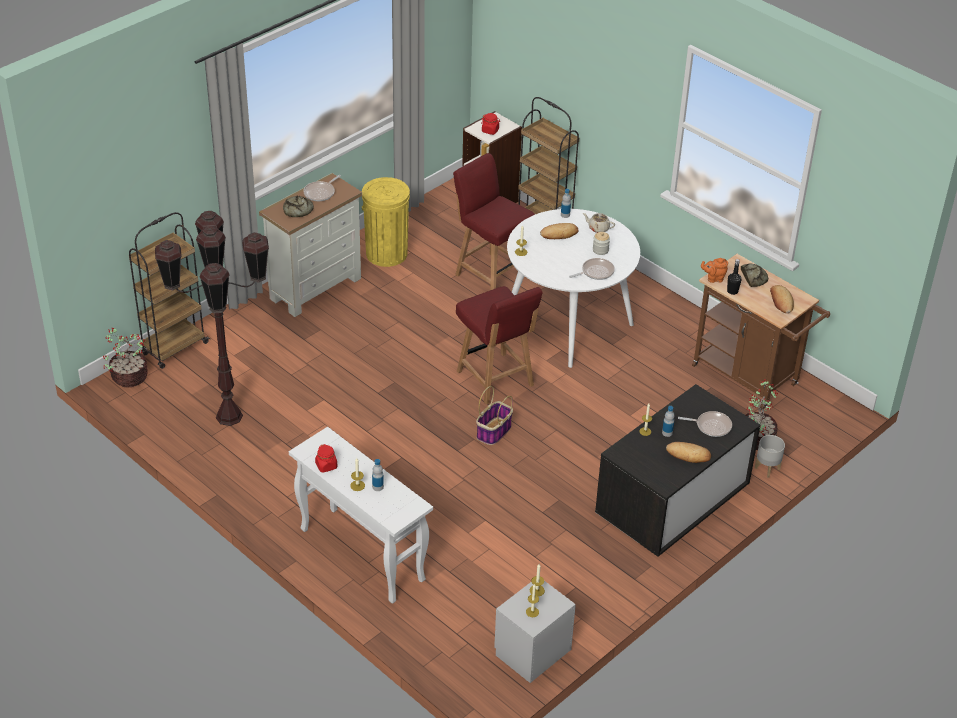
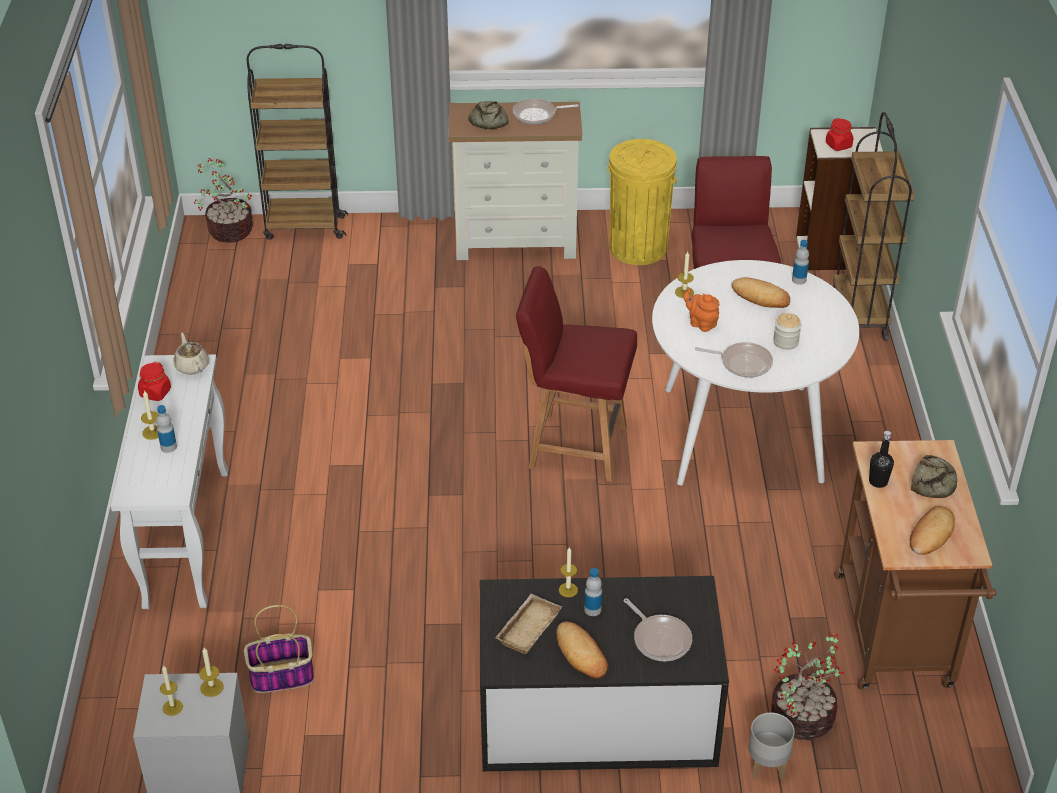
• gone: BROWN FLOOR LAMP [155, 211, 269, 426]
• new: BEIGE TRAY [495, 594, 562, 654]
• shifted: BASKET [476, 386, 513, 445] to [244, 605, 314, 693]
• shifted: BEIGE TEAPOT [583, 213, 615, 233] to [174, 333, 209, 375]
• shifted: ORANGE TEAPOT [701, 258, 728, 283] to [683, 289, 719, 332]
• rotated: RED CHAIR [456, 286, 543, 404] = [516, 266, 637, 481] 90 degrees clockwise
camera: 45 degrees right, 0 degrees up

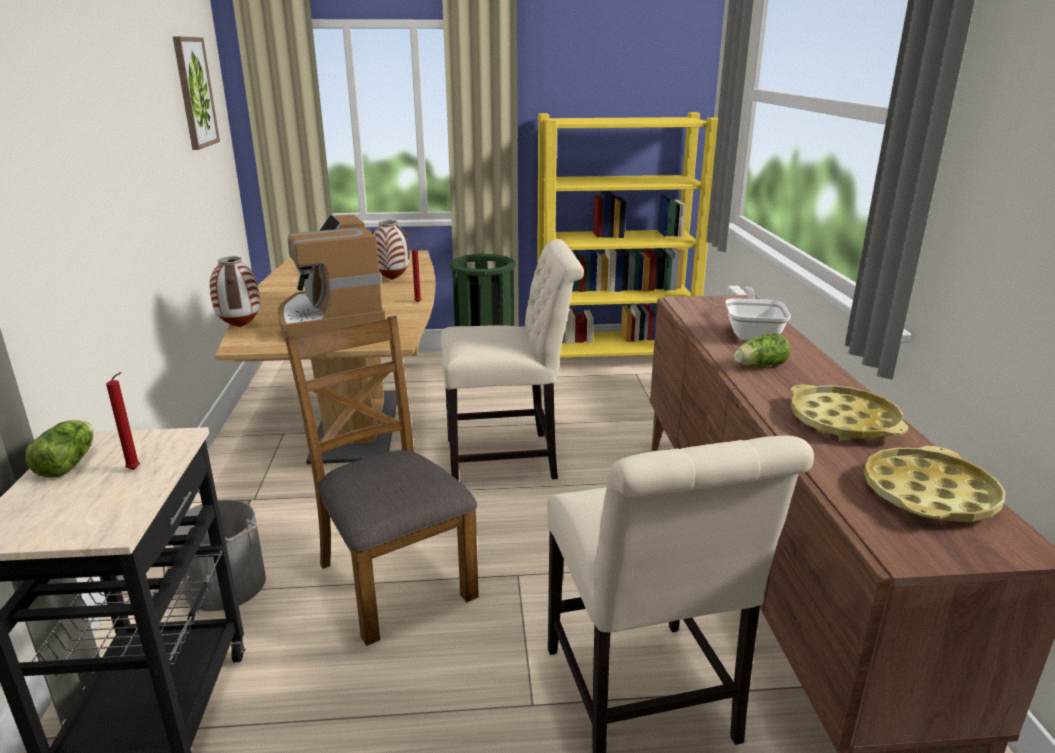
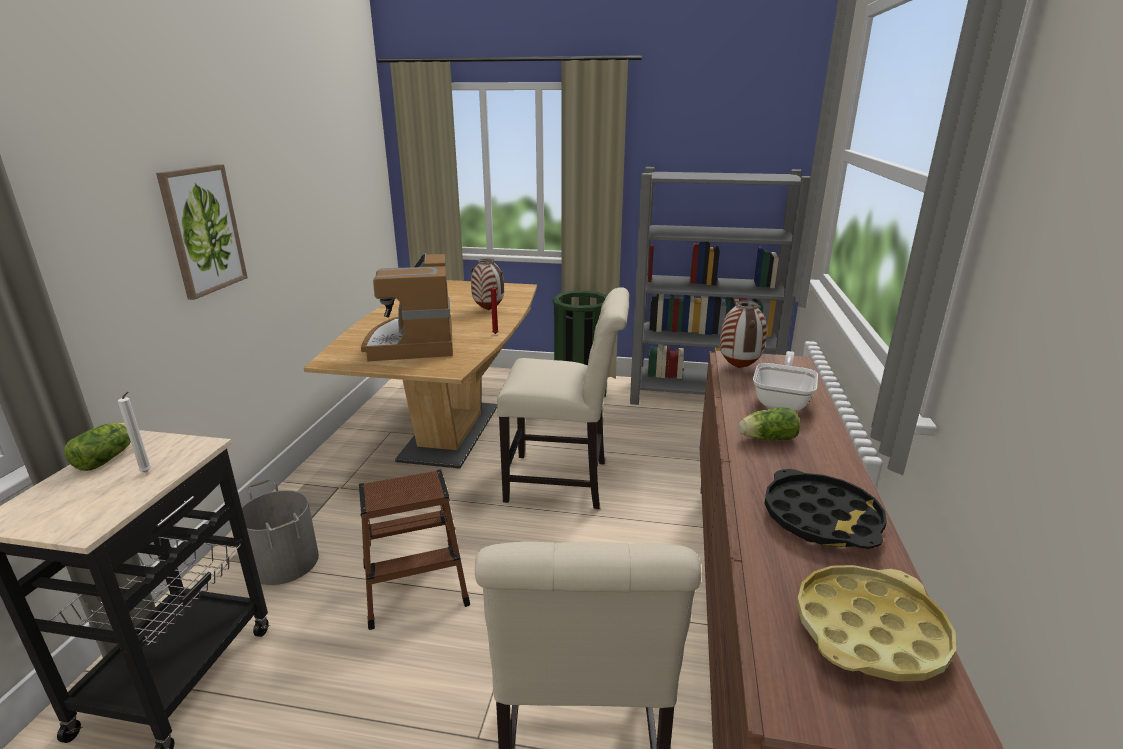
• shifted: PICTURE [173, 37, 220, 150] to [156, 164, 248, 300]
• shifted: VASE [210, 257, 260, 327] to [720, 300, 767, 368]
• swapped: BROWN CHAIR [285, 316, 479, 646] to BROWN STEP LADDER [359, 470, 470, 630]
• repainted: RED CANDLE [106, 372, 140, 470] to WHITE CANDLE [118, 392, 152, 473]
• repainted: YELLOW BOOKCASE [537, 112, 718, 358] to GREY BOOKCASE [630, 167, 811, 405]
• repainted: YELLOW TRAY [790, 384, 908, 440] to BLACK TRAY [765, 469, 887, 549]
camera: 15 degrees right, 0 degrees up

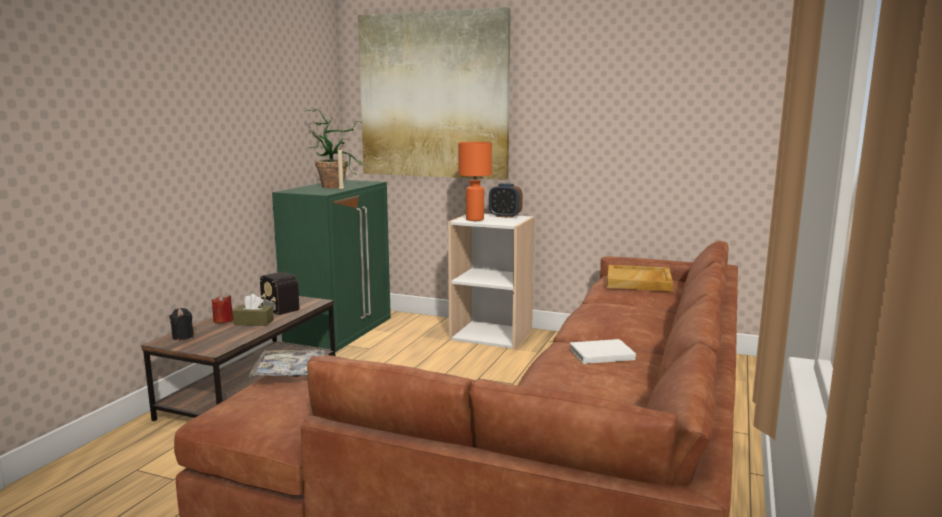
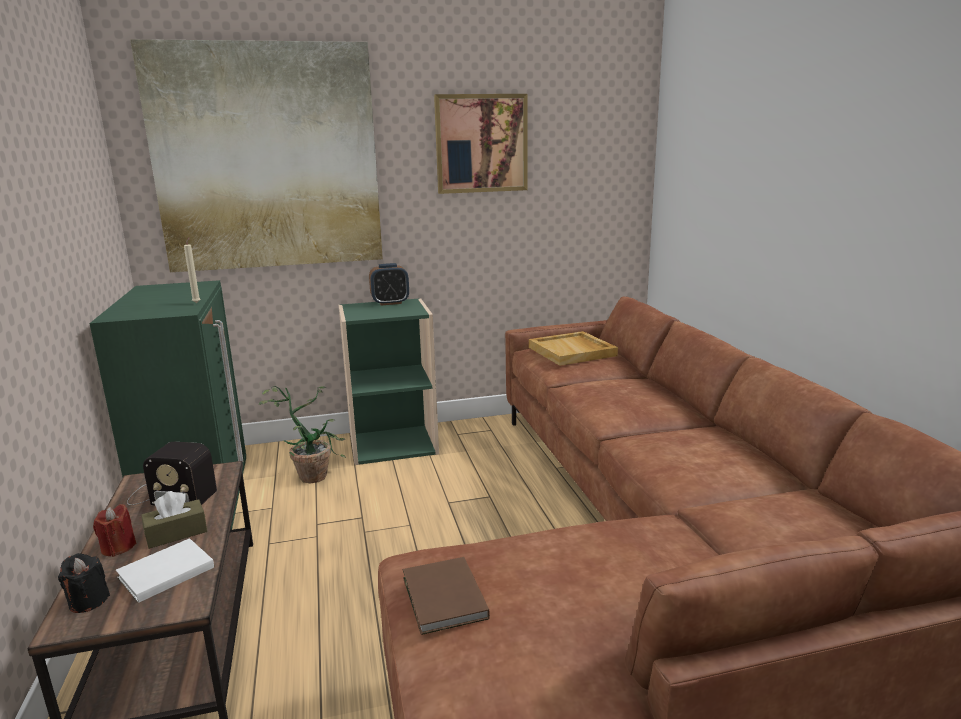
• gone: ORANGE TABLE LAMP [458, 142, 492, 221]
• new: PICTURE [434, 94, 528, 194]
• shifted: POTTED PLANT [305, 109, 367, 188] to [259, 386, 346, 483]
• shifted: WHITE BOOK [569, 339, 636, 364] to [116, 538, 214, 603]
• swapped: TRAY [249, 350, 325, 377] to BROWN BOOK [403, 557, 490, 635]
• repainted: WHITE BOOKCASE [448, 213, 535, 349] to GREEN BOOKCASE [339, 298, 439, 465]
camera: 35 degrees left, 5 degrees up

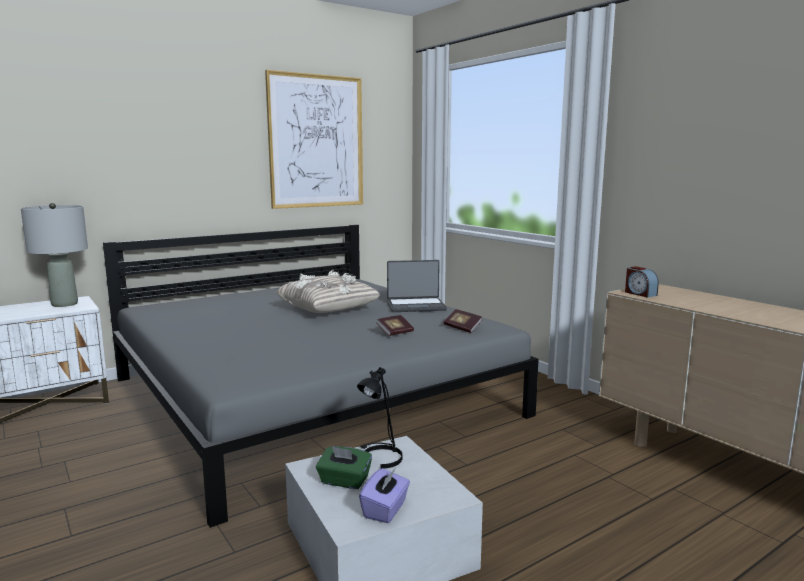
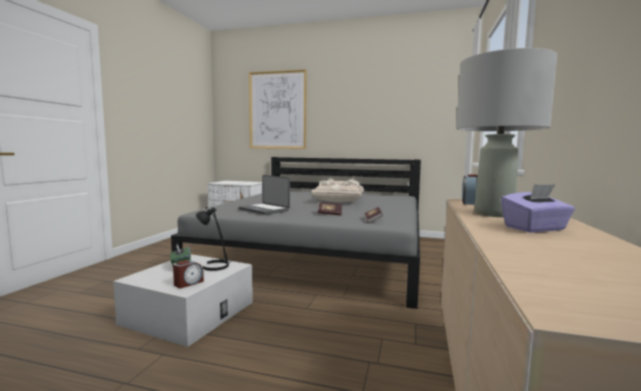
• new: ALARM CLOCK [173, 260, 204, 288]
• shifted: GREY TABLE LAMP [21, 203, 88, 307] to [456, 48, 557, 217]
• shifted: PICTURE [265, 70, 363, 209] to [249, 69, 307, 149]
• shifted: PURPLE TISSUE BOX [359, 468, 410, 523] to [501, 184, 575, 233]
• shifted: LAPTOP [387, 260, 447, 312] to [239, 175, 290, 215]
camera: 50 degrees right, 5 degrees down

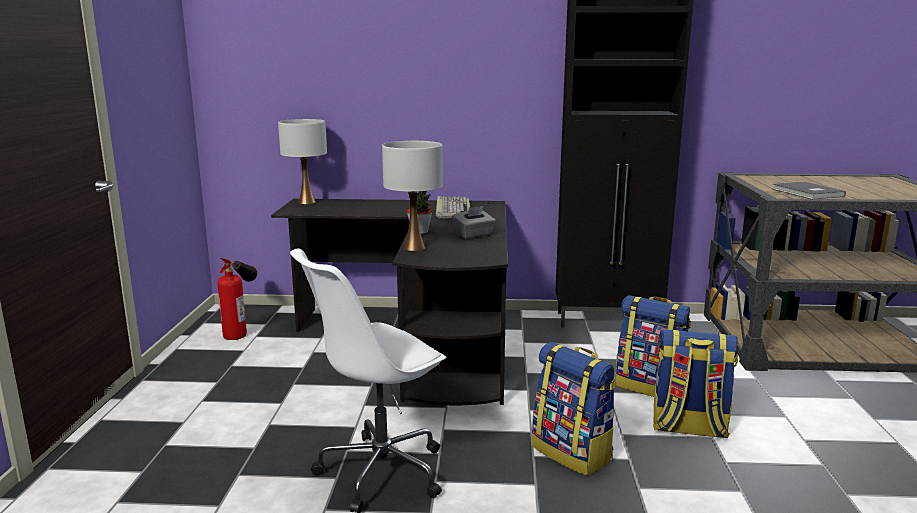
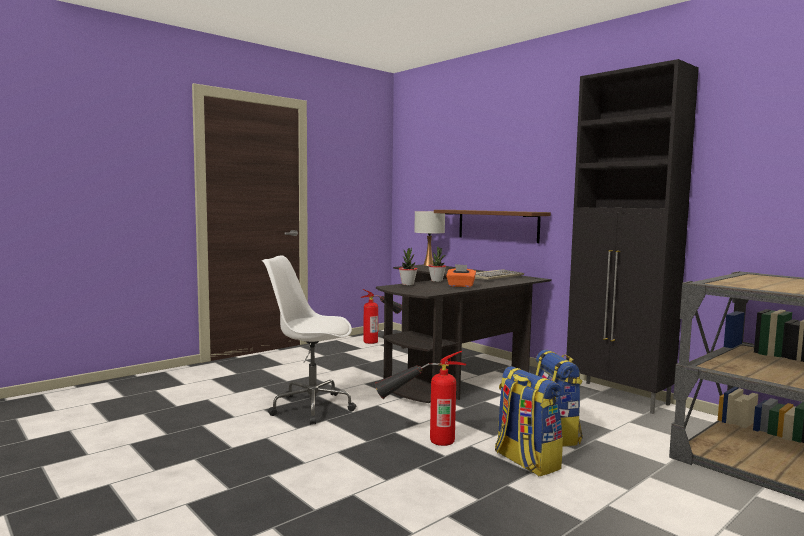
• gone: GREY BOOK [773, 182, 846, 200]
• new: BROWN SHELF [434, 210, 551, 243]
• swapped: WHITE TABLE LAMP [382, 141, 443, 251] to POTTED PLANT [399, 248, 417, 285]
• swapped: BACKPACK [532, 342, 617, 476] to FIRE EXTINGUISHER [375, 351, 466, 446]
• repainted: GREY TISSUE BOX [452, 206, 496, 239] to ORANGE TISSUE BOX [446, 264, 476, 287]
camera: 45 degrees right, 10 degrees down

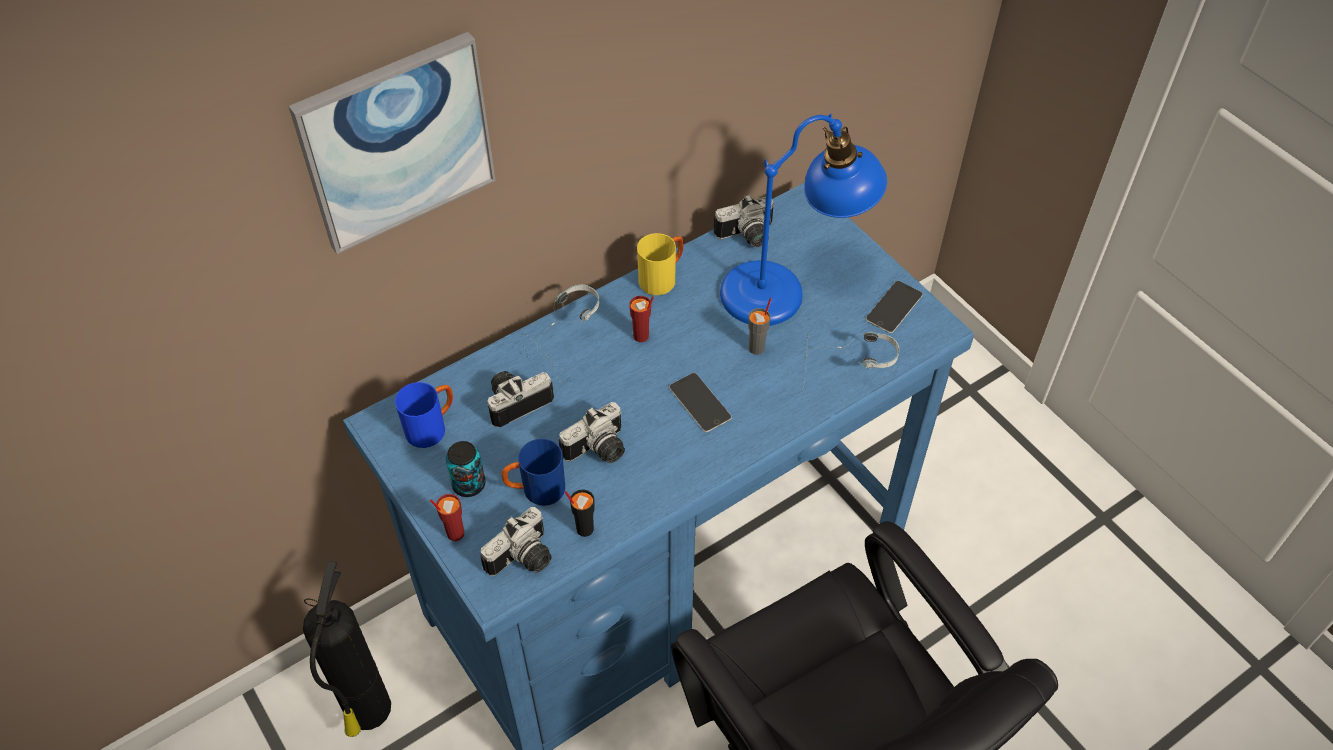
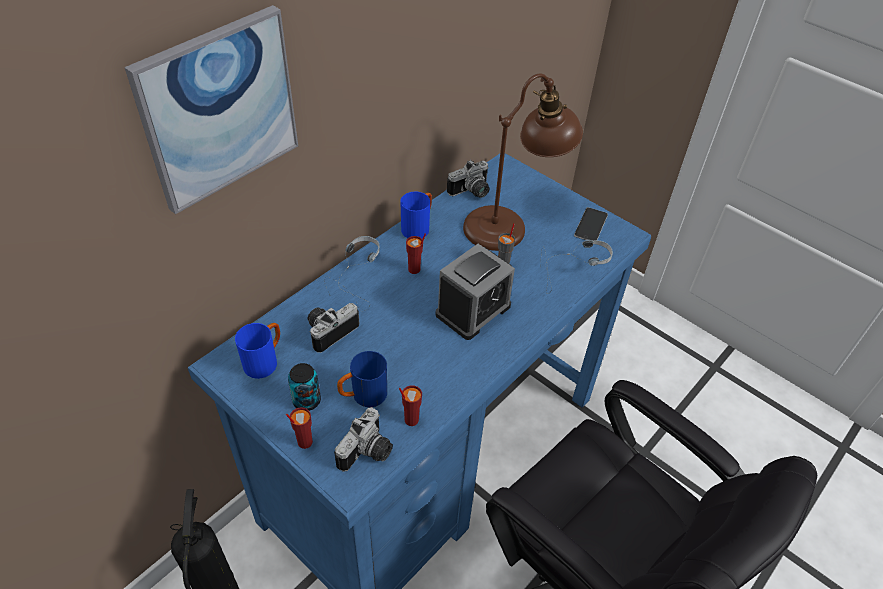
• gone: PHOTO CAMERA [559, 402, 625, 463]
• swapped: PHONE [669, 373, 732, 432] to ALARM CLOCK [435, 244, 515, 340]
• repainted: BLACK CUP [565, 489, 595, 537] to RED CUP [399, 385, 422, 426]
• repainted: YELLOW MUG [637, 233, 683, 295] to BLUE MUG [400, 192, 432, 238]
• repainted: BLUE TABLE LAMP [720, 114, 887, 326] to BROWN TABLE LAMP [463, 73, 583, 251]
camera: 15 degrees left, 5 degrees down

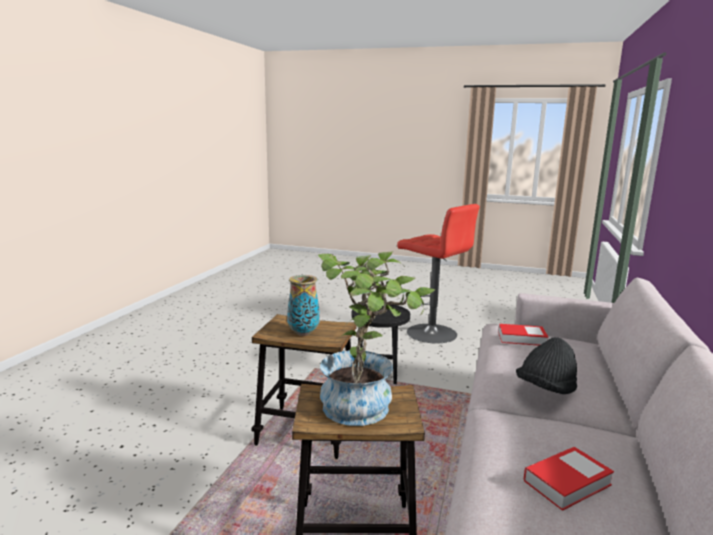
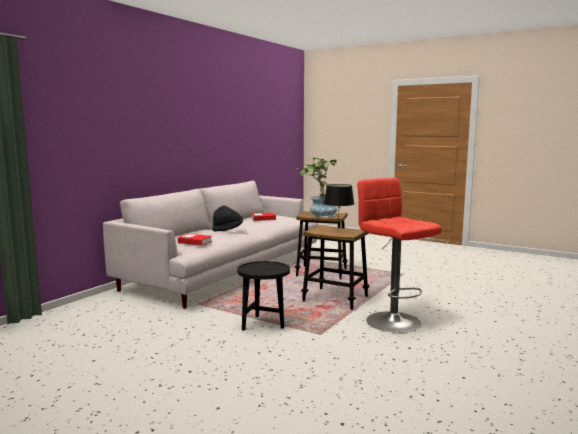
• shifted: RED STOOL [397, 204, 480, 343] to [357, 178, 442, 333]
• swapped: VASE [287, 275, 320, 336] to BLACK TABLE LAMP [324, 184, 354, 231]
camera: 165 degrees left, 5 degrees down

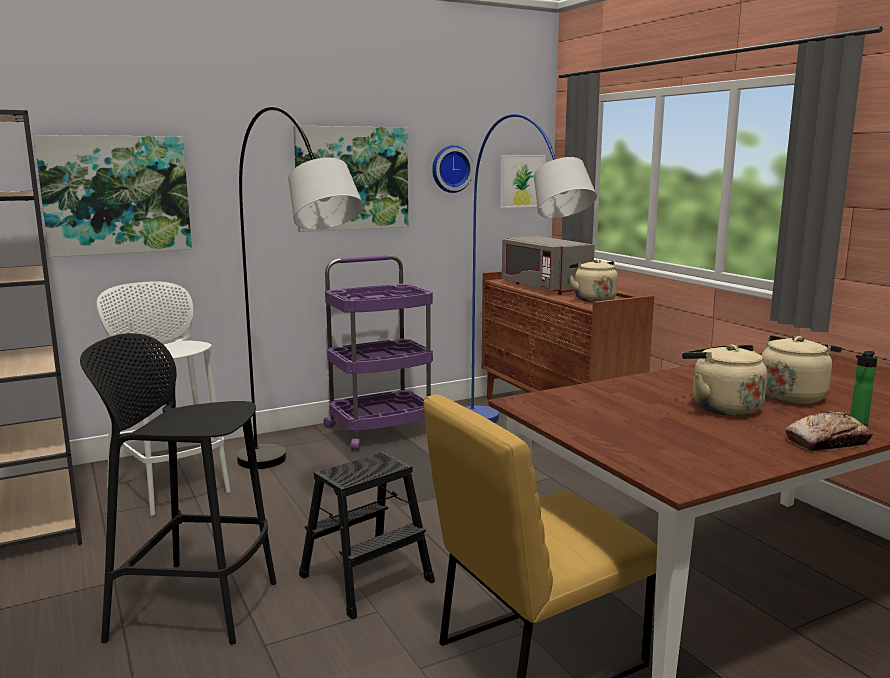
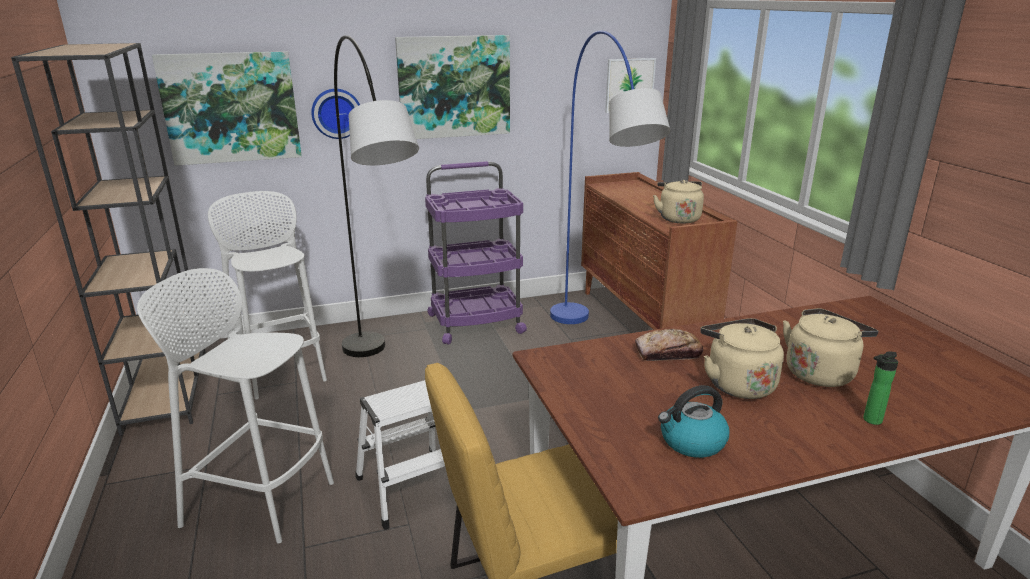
• gone: GREY MICROWAVE [502, 236, 595, 294]
• new: KETTLE [658, 385, 729, 458]
• shifted: WALL CLOCK [432, 145, 474, 193] to [311, 89, 360, 139]
• shifted: BREAD [786, 411, 873, 451] to [635, 329, 703, 361]
• repainted: BLACK STOOL [80, 333, 276, 645] to WHITE STOOL [137, 268, 334, 544]
• repainted: BLACK STEP LADDER [299, 452, 435, 619] to WHITE STEP LADDER [355, 380, 445, 530]
camera: 10 degrees right, 10 degrees up

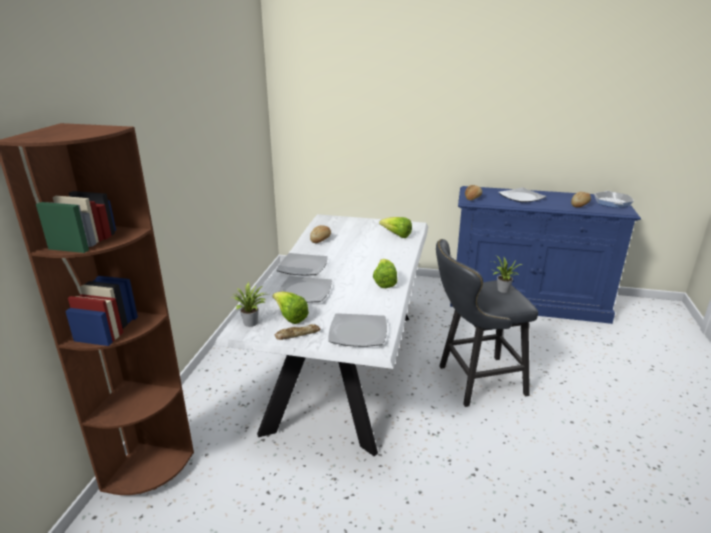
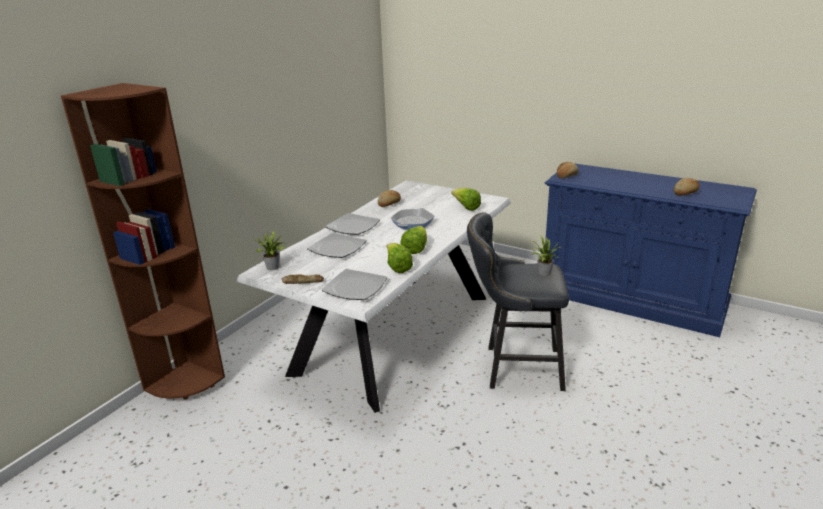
• gone: PLATE [498, 187, 546, 202]
• shifted: LETTUCE [272, 292, 309, 324] to [386, 243, 413, 273]
• shifted: FRYING PAN [594, 191, 634, 208] to [391, 208, 434, 230]
camera: 20 degrees right, 0 degrees up

